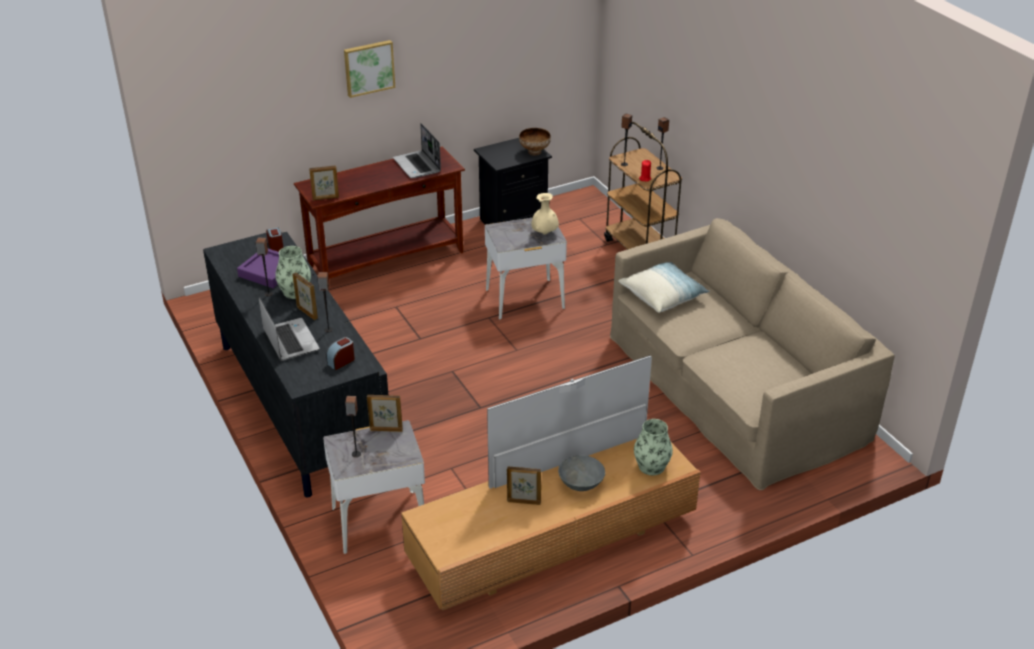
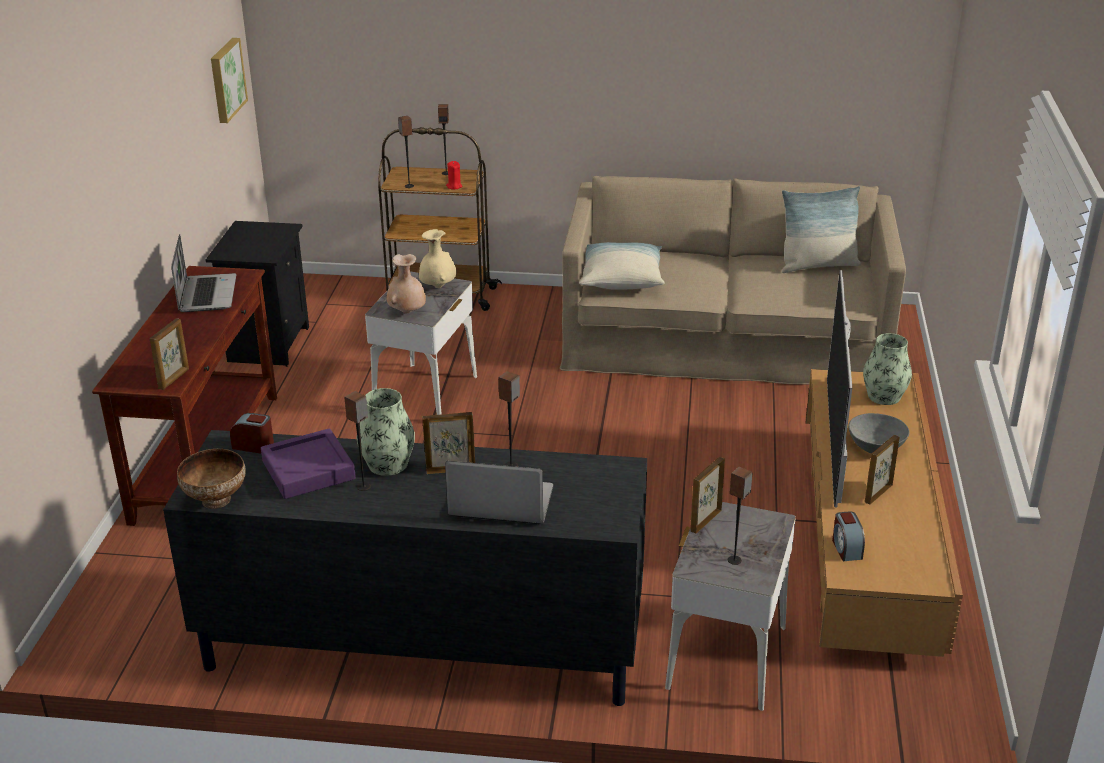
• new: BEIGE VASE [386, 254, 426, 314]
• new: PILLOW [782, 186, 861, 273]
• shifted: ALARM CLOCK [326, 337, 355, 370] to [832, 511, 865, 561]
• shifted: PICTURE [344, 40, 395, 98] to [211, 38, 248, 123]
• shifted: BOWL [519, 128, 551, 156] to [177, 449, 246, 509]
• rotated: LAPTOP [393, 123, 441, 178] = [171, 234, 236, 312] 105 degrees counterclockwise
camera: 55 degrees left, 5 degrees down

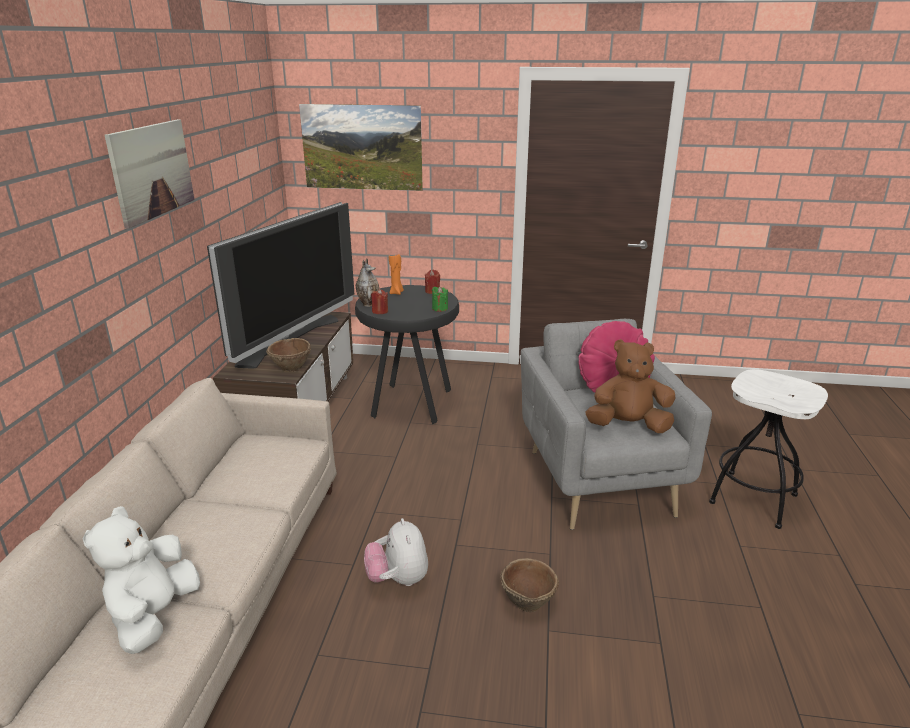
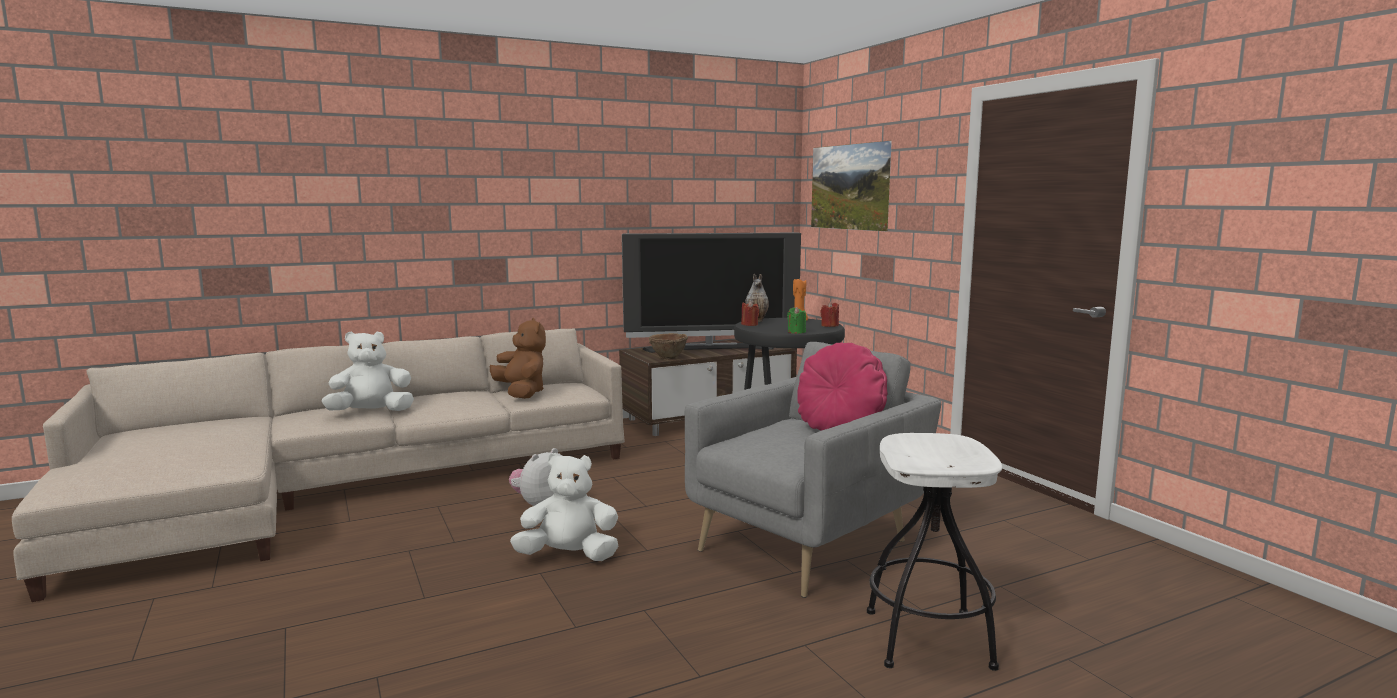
• gone: PICTURE [105, 119, 194, 229]
• shifted: BROWN PLUSH TOY [586, 339, 675, 433] to [490, 318, 546, 399]
• swapped: BROWN BOWL [500, 558, 559, 612] to WHITE PLUSH TOY [510, 453, 618, 561]
camera: 55 degrees right, 15 degrees down

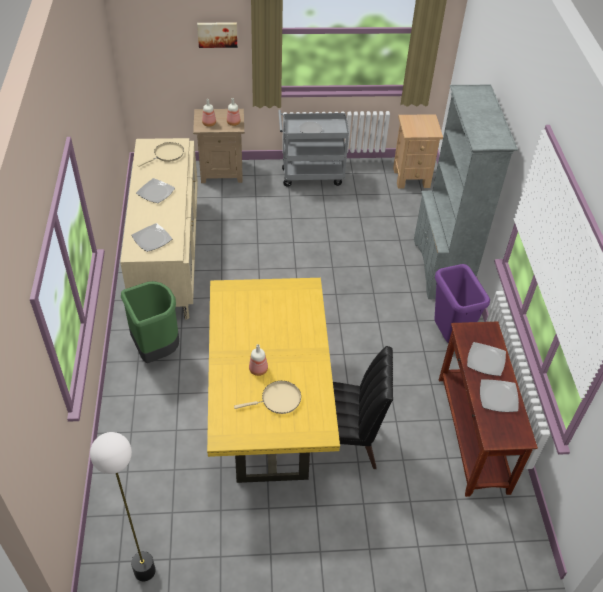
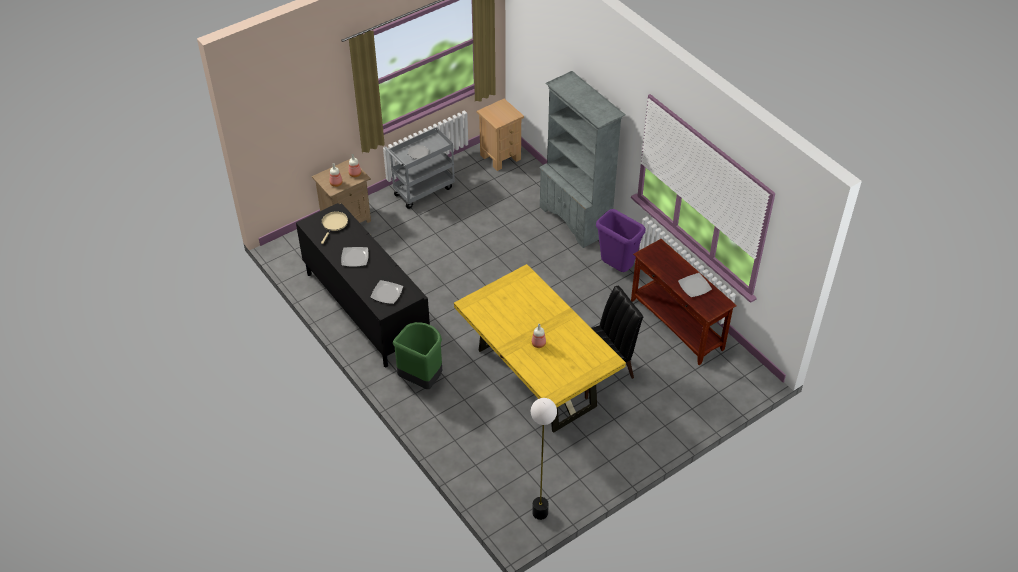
• gone: PICTURE [197, 23, 237, 48]
• gone: BEIGE FRYING PAN [234, 381, 301, 414]
• gone: PLATE [467, 342, 506, 376]
• repainted: BEIGE CABINET [120, 138, 198, 319] to BLACK CABINET [296, 203, 430, 367]
camera: 30 degrees left, 0 degrees up

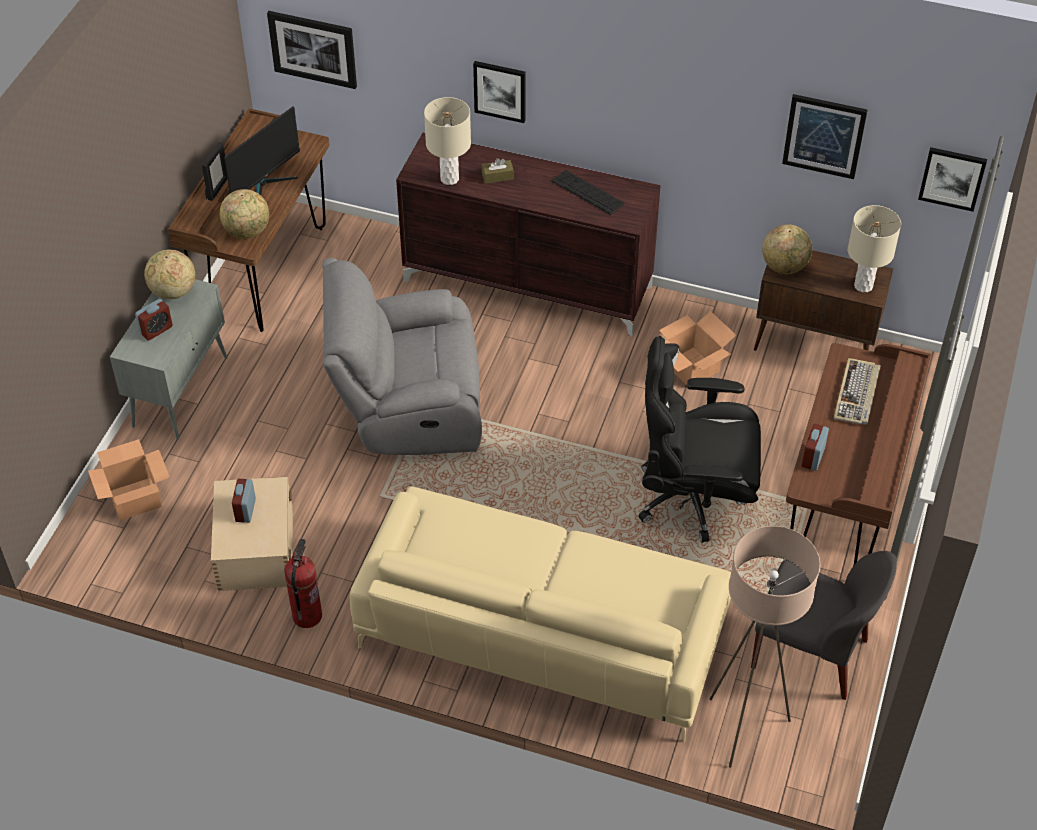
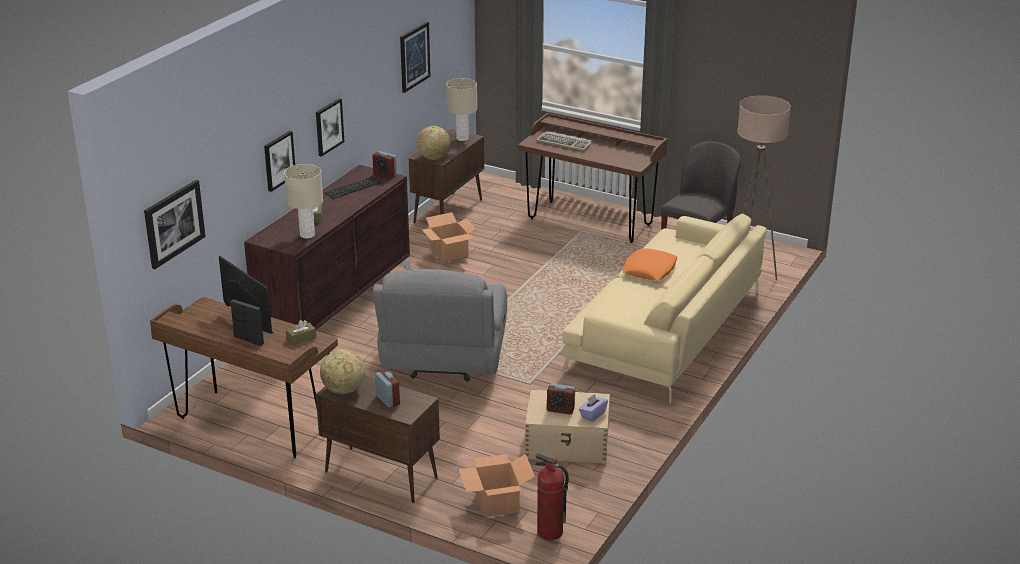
• gone: BLACK OFFICE CHAIR [638, 336, 761, 543]
• new: PURPLE TISSUE BOX [579, 394, 608, 422]
• new: ORANGE PILLOW [622, 248, 678, 280]
• shifted: FIRE EXTINGUISHER [284, 538, 322, 628] to [535, 453, 569, 540]
• shifted: ALARM CLOCK [802, 424, 829, 471] to [372, 151, 397, 178]
• shifted: PICTURE [918, 147, 987, 212] to [316, 98, 344, 157]
• swapped: GLOBE [220, 189, 269, 239] to BROWN TISSUE BOX [286, 320, 316, 346]
• repainted: GREY CABINET [110, 279, 228, 440] to BROWN CABINET [316, 375, 440, 503]
camera: 80 degrees left, 20 degrees down

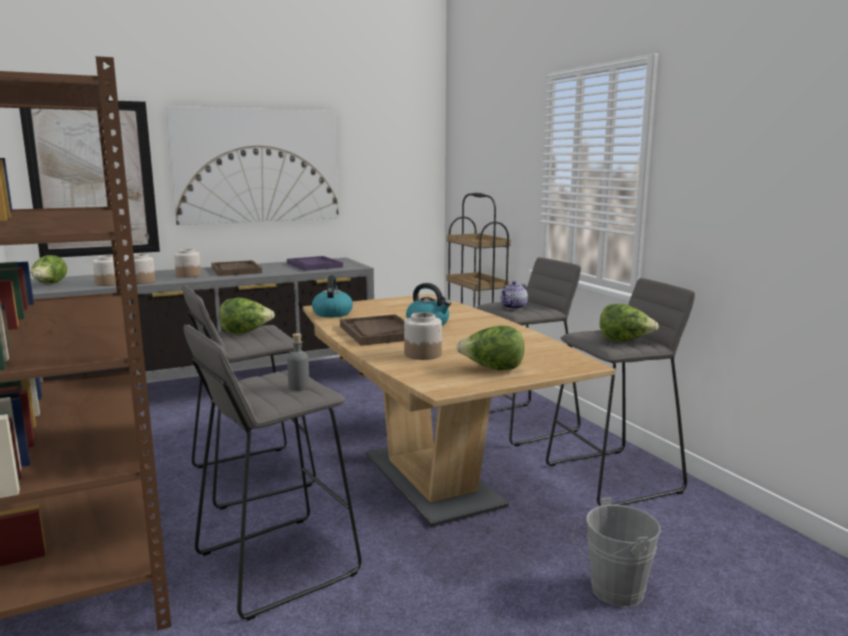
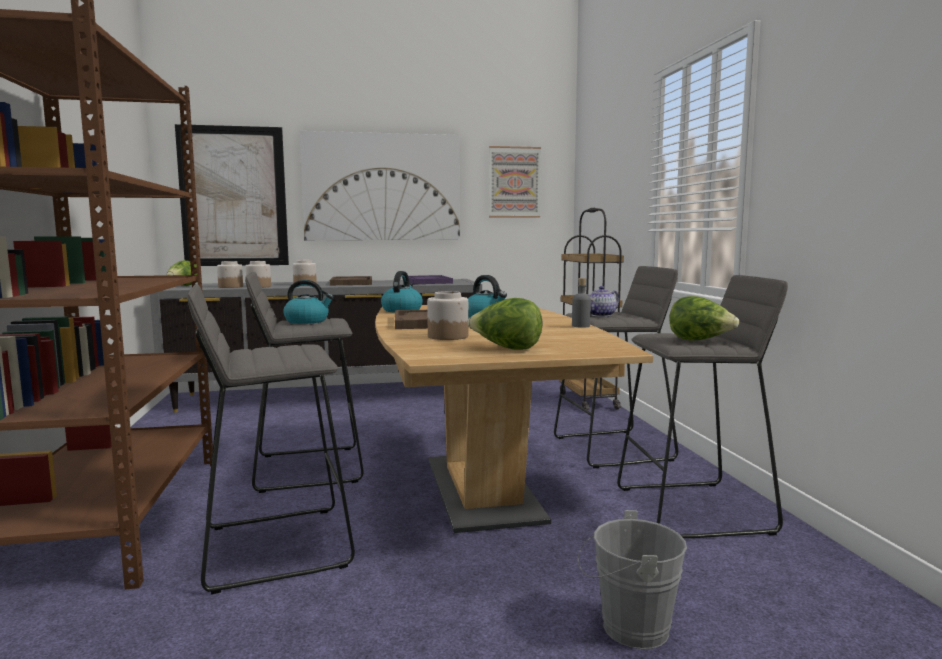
• new: PICTURE [489, 146, 541, 217]
• shifted: GREY BOTTLE [287, 333, 309, 391] to [572, 278, 591, 328]
• swapped: LETTUCE [219, 298, 275, 334] to KETTLE [283, 280, 334, 324]
camera: 15 degrees right, 5 degrees down

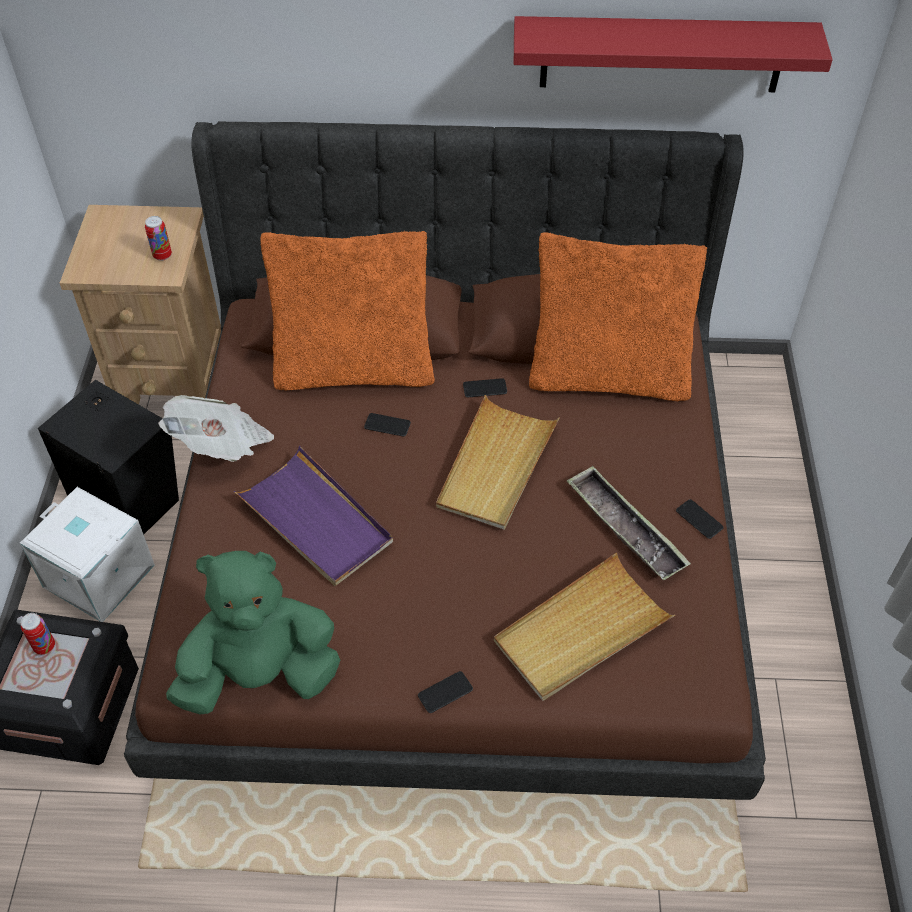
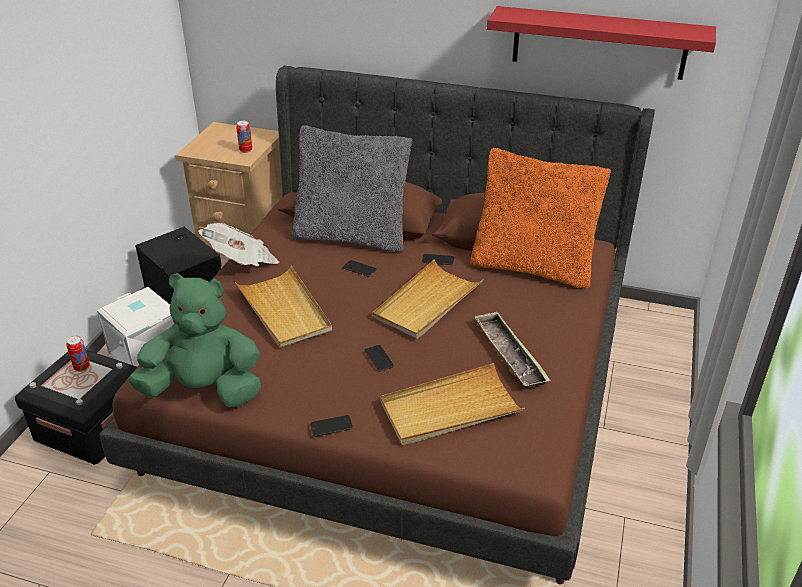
• shifted: PHONE [676, 499, 723, 539] to [365, 345, 394, 371]
• repainted: PURPLE TRAY [234, 446, 393, 586] to BEIGE TRAY [235, 266, 332, 348]
• repainted: ORANGE PILLOW [260, 231, 435, 390] to GREY PILLOW [292, 125, 413, 252]
camera: 15 degrees right, 15 degrees down

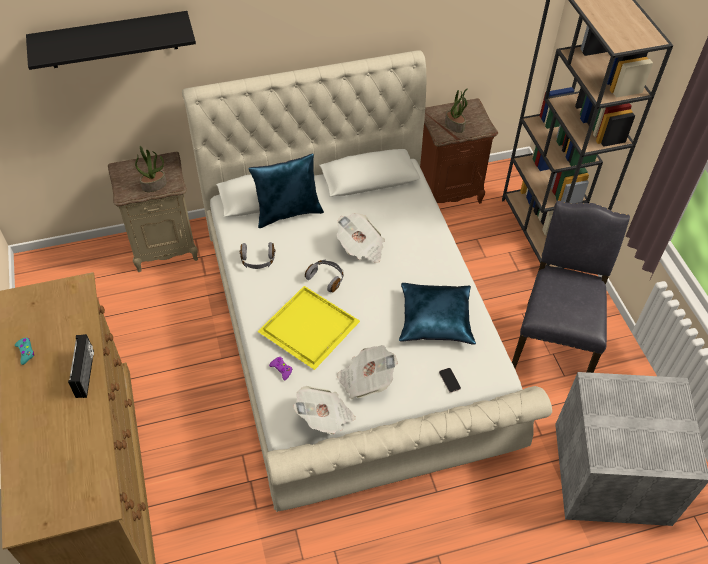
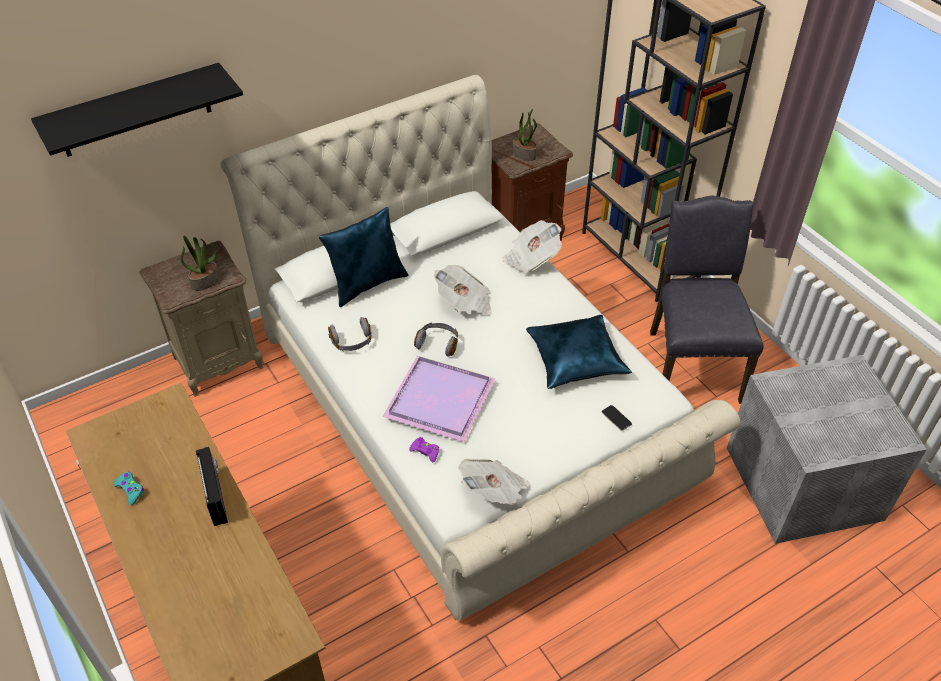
• shifted: NEWSPAPER [337, 345, 398, 399] to [503, 220, 562, 274]
• repainted: YELLOW TRAY [257, 286, 360, 370] to PURPLE TRAY [382, 356, 495, 442]
camera: 15 degrees left, 5 degrees down

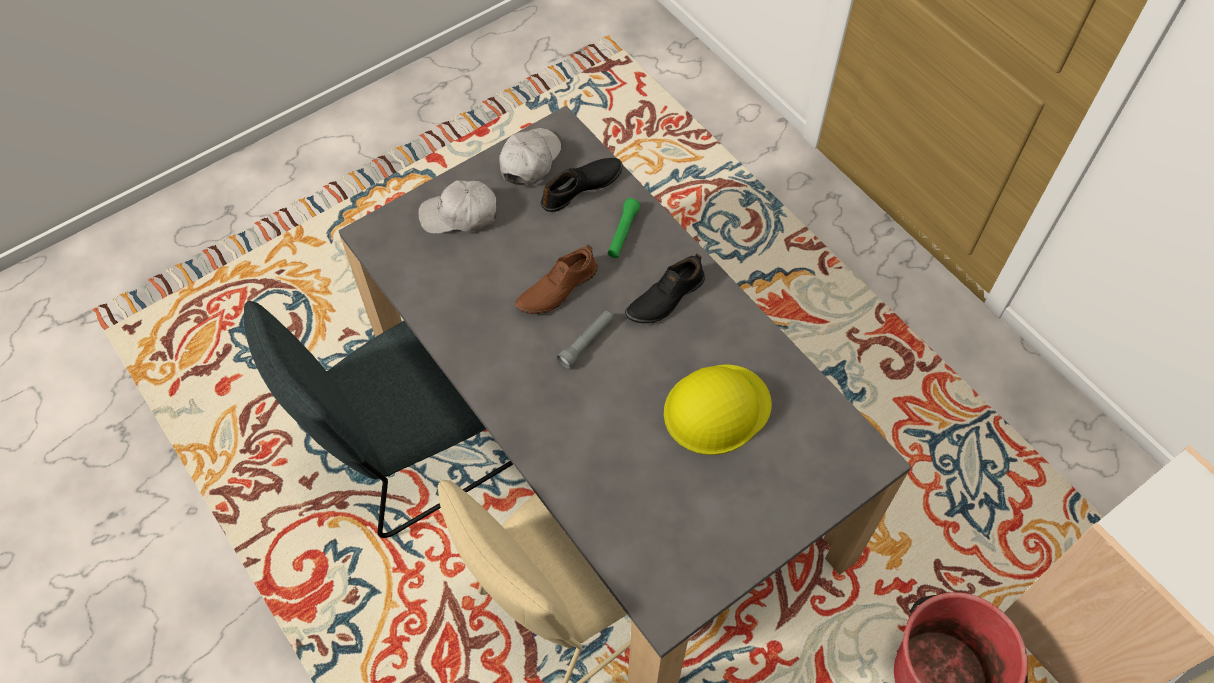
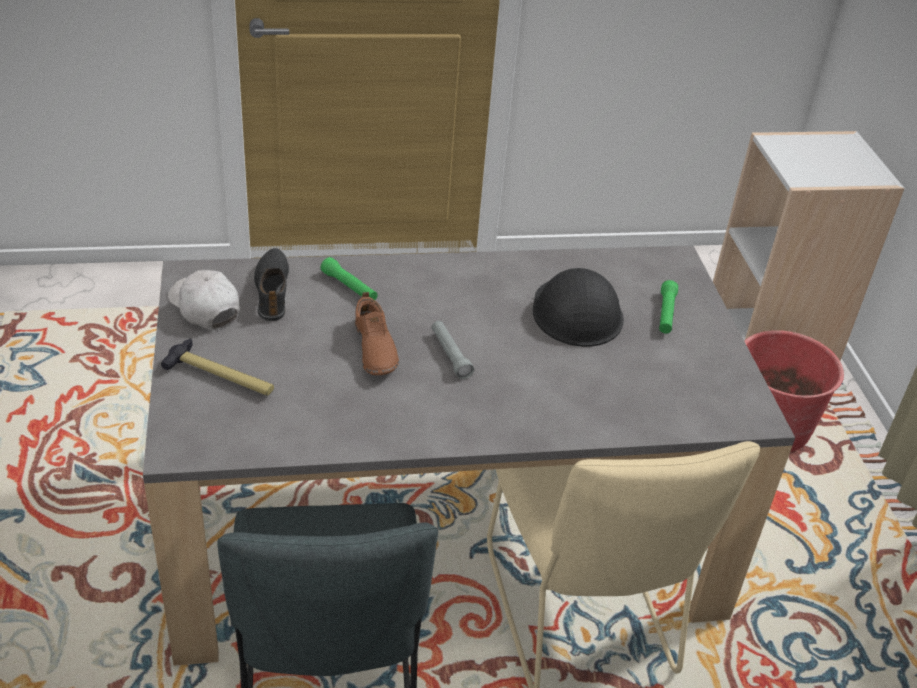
• gone: BLACK SHOE [625, 253, 705, 323]
• new: GREEN FLASHLIGHT [659, 280, 678, 334]
• swapped: WHITE CAP [418, 180, 496, 234] to HAMMER [161, 338, 274, 396]
• repainted: YELLOW HARD HAT [664, 365, 772, 455] to BLACK HARD HAT [533, 268, 624, 347]
camera: 65 degrees left, 20 degrees down

